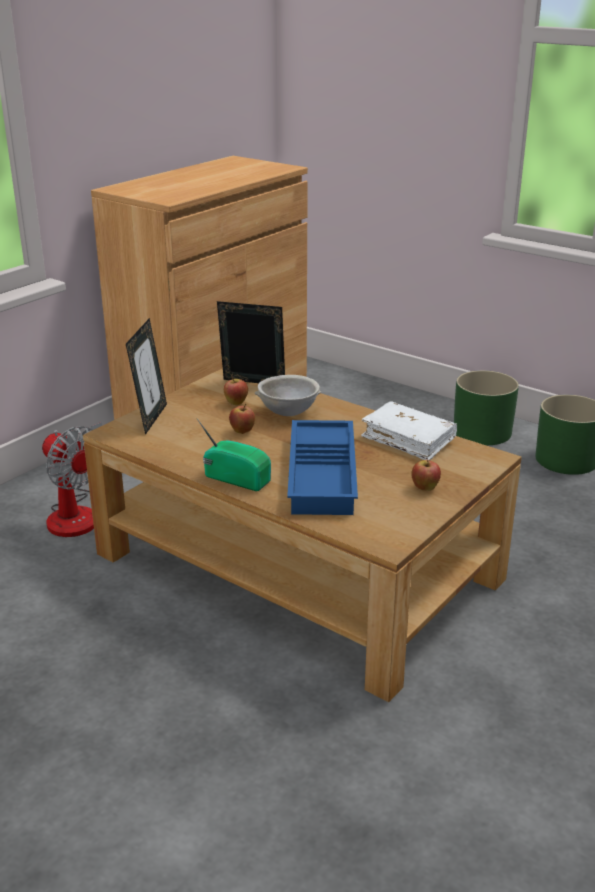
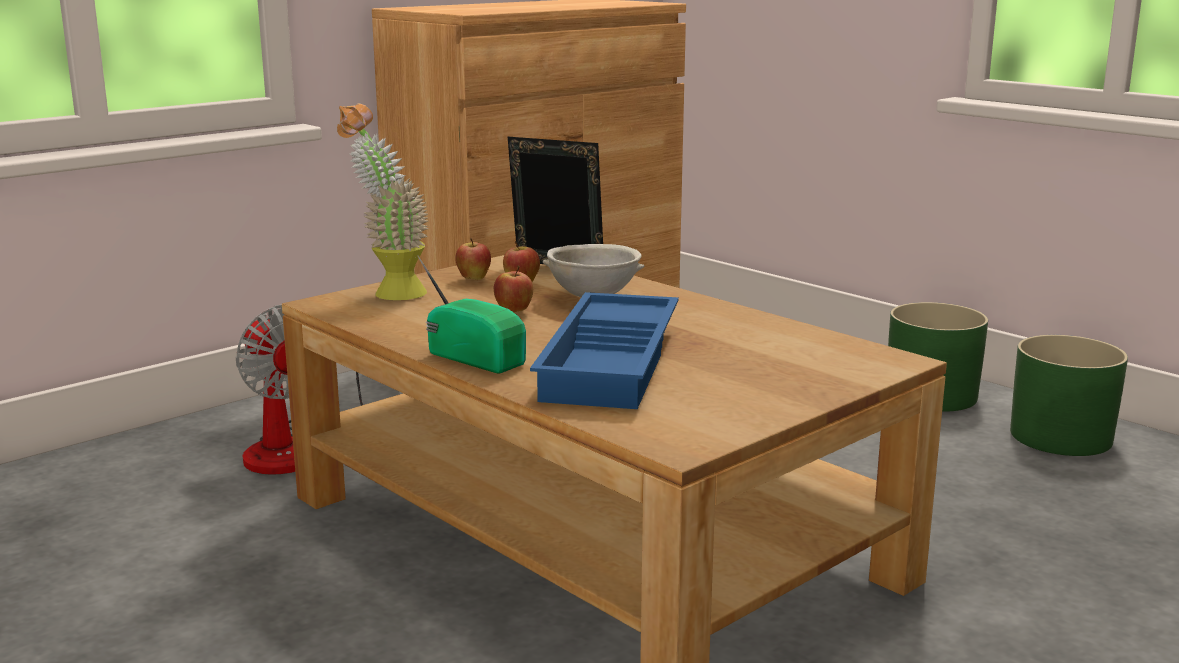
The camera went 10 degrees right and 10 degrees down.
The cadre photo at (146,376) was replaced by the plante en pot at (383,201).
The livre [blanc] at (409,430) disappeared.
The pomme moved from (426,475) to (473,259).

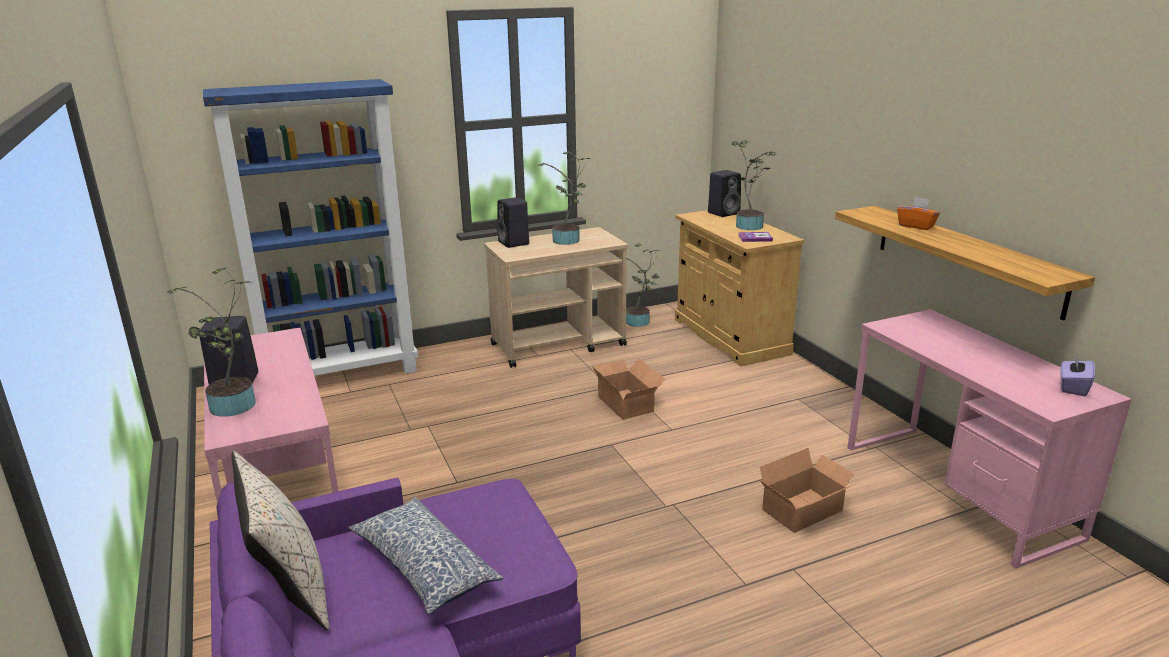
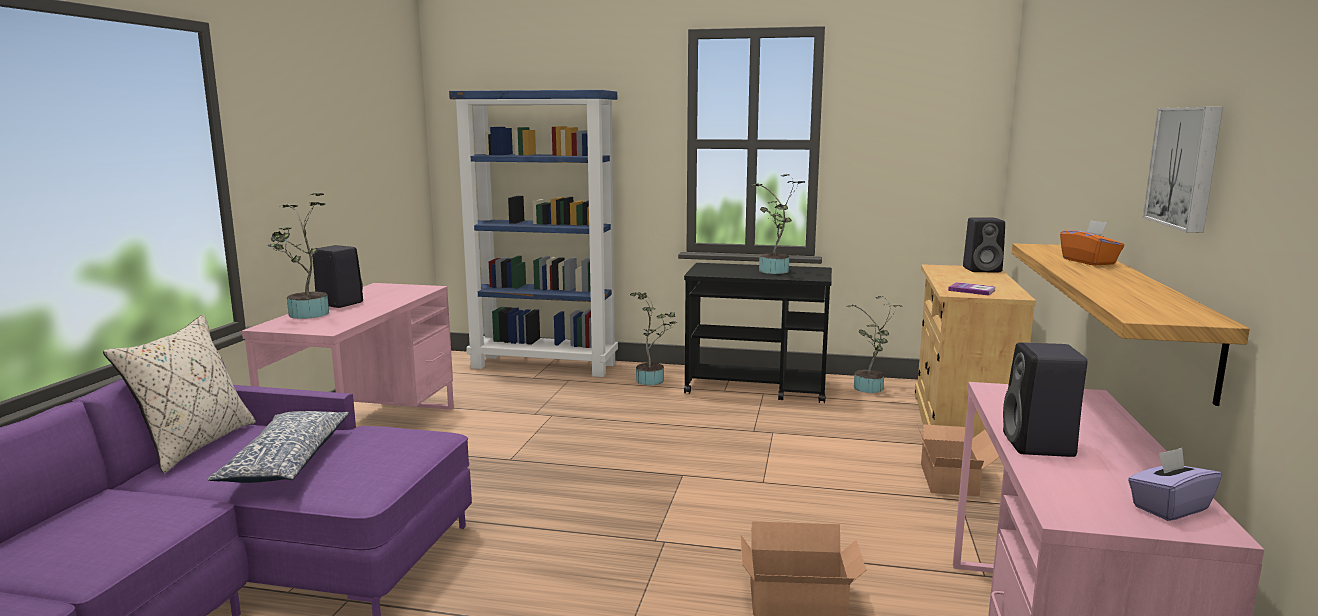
The camera went 35 degrees right and 10 degrees down.
The chariot [beige] at (556,297) became the chariot [noir] at (758,333).
The enceinte [noir] moved from (513,222) to (1045,399).
The carton moved from (628,389) to (957,458).
The plante en pot moved from (753,185) to (654,338).
The tableau at (1183,170) appeared.

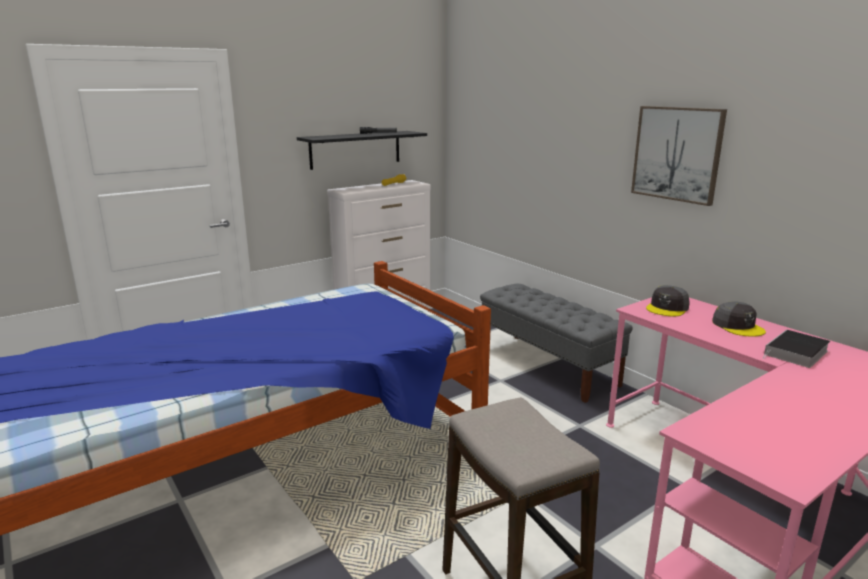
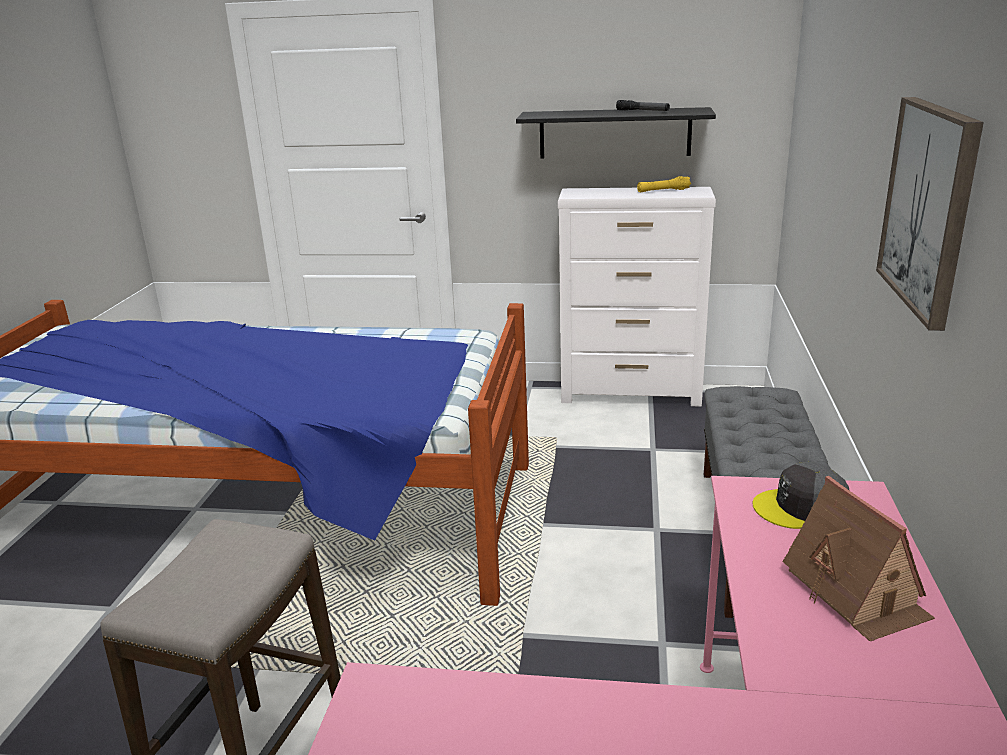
The camera went 45 degrees right and 5 degrees up.
The casquette [gris] at (739,318) was replaced by the maison miniature at (859,558).
The livre at (796,349) disappeared.

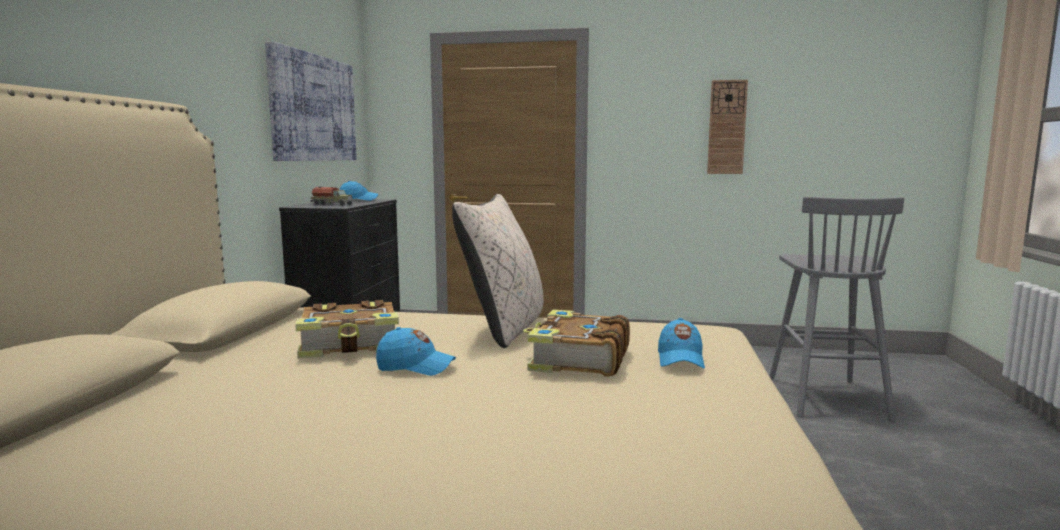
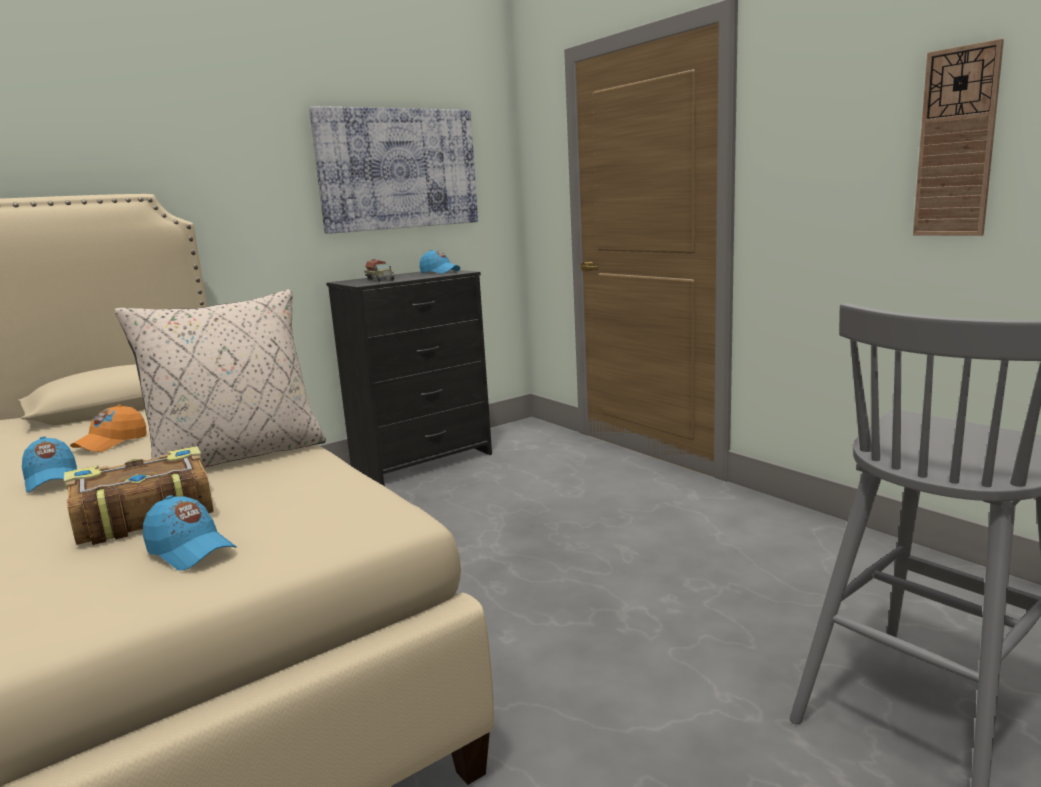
The camera went 45 degrees right and 5 degrees up.
The livre at (347,329) was replaced by the casquette [orange] at (108,428).
The casquette [bleu] at (681,343) turned 105 degrees counterclockwise.

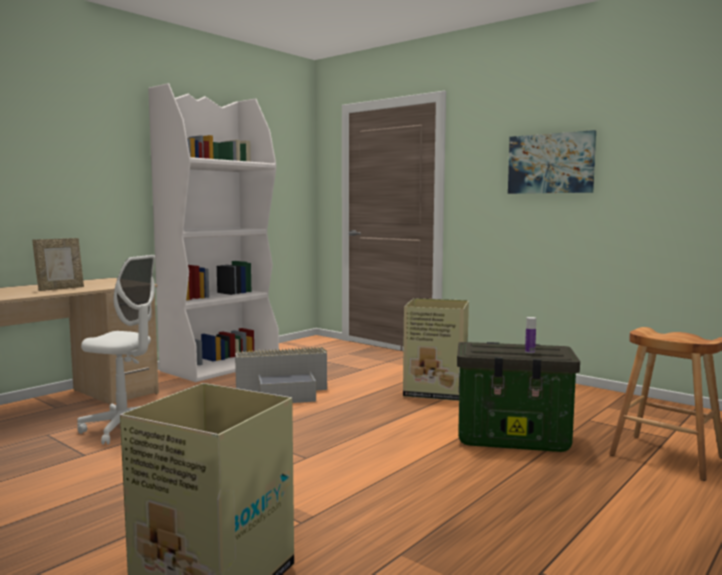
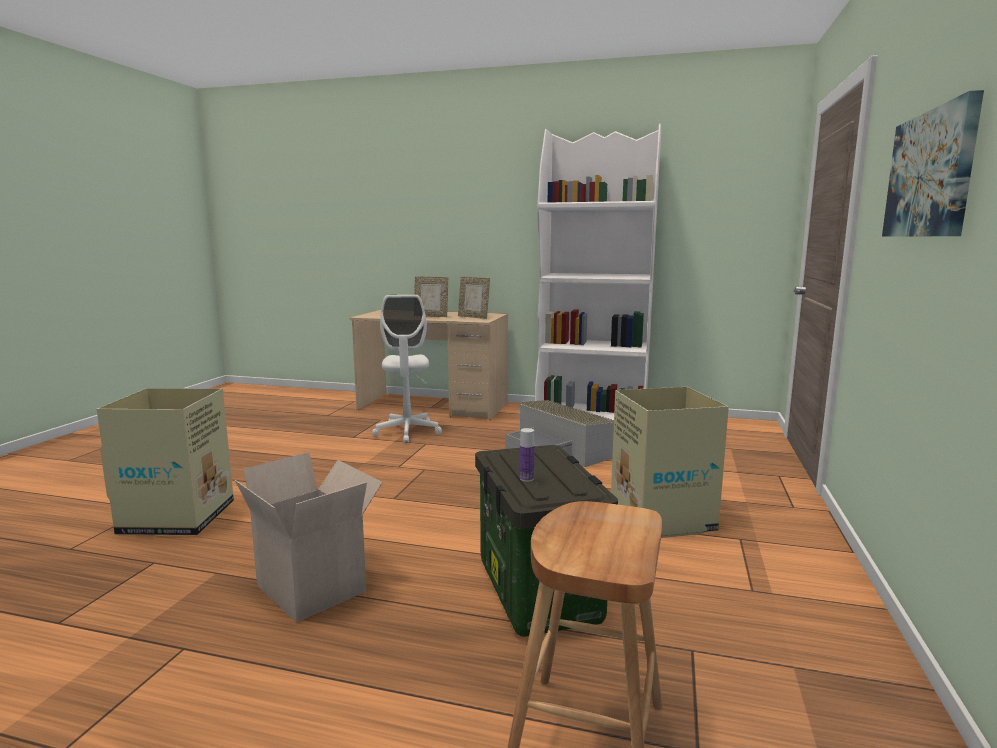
The camera went 65 degrees right and 5 degrees up.
The carton at (309,537) appeared.
The cadre photo at (474,298) appeared.

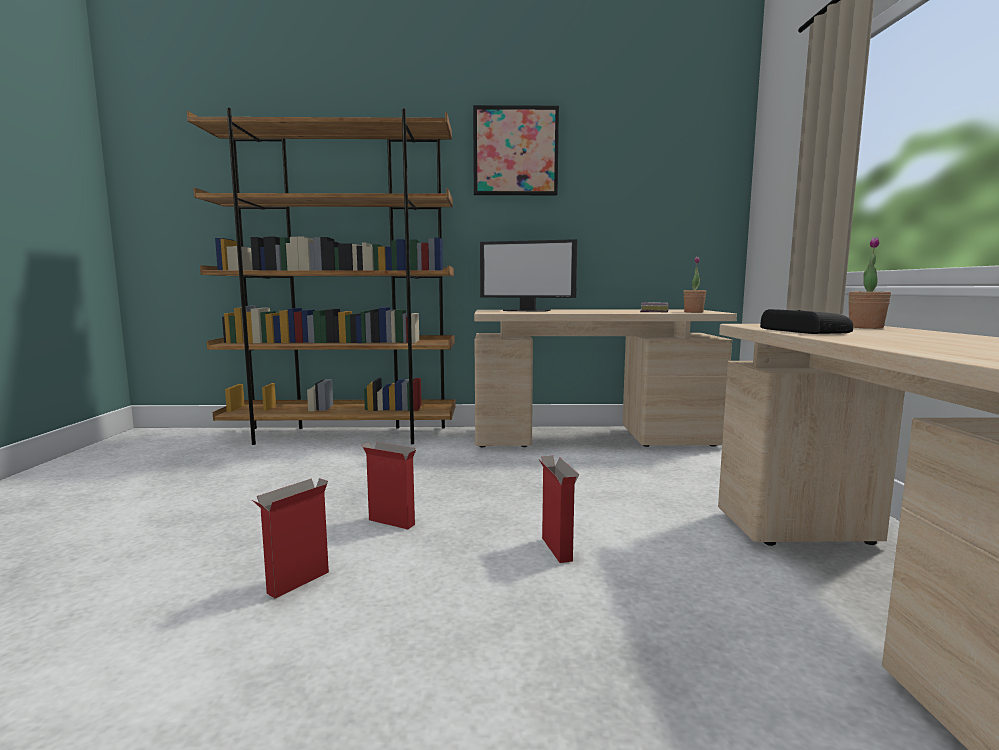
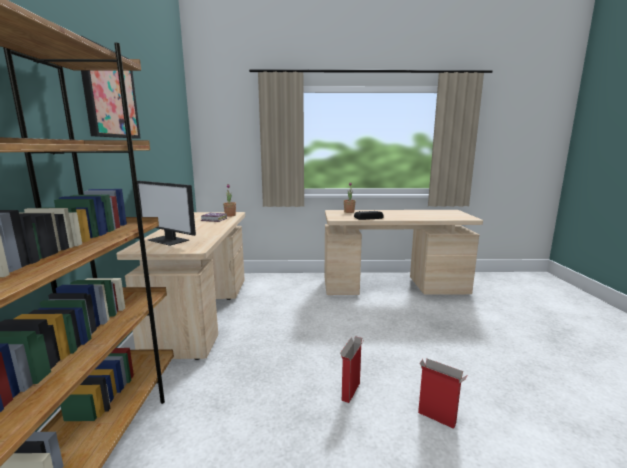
The camera went 90 degrees left and 5 degrees up.
The écran d'ordinateur at (528,275) turned 105 degrees clockwise.
The carton at (559,509) disappeared.

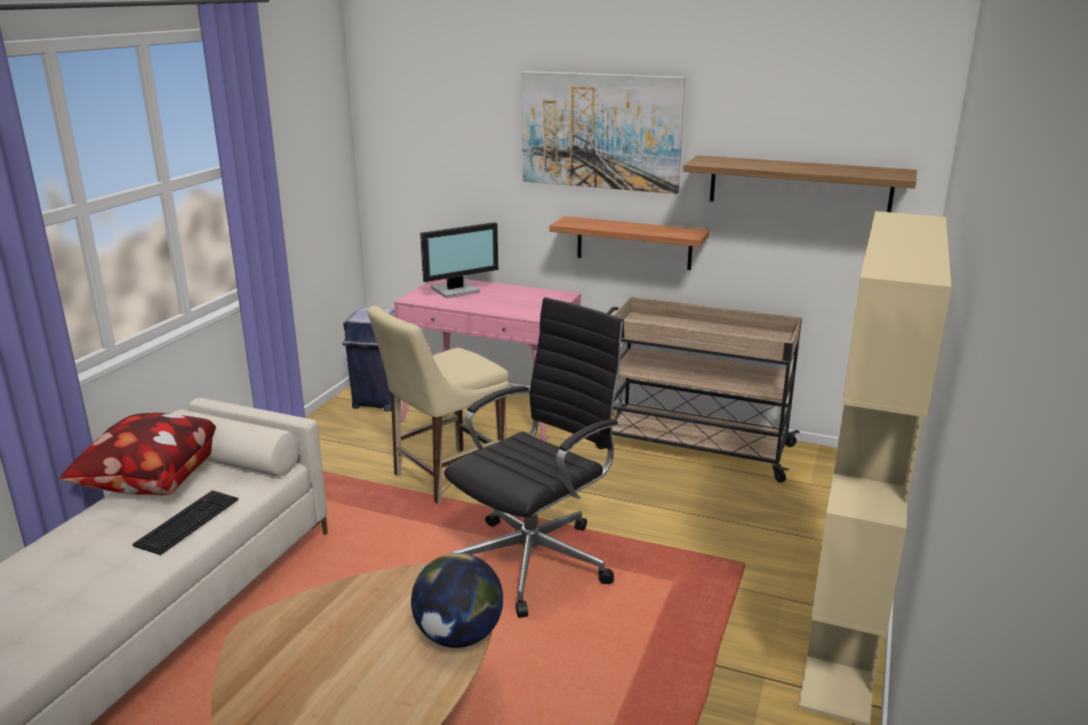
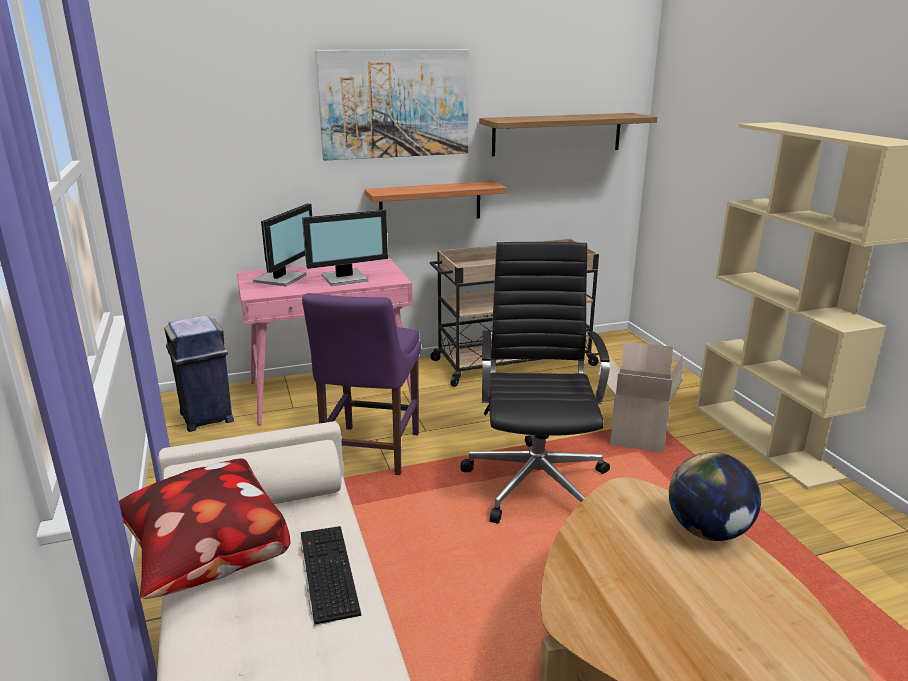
The camera went 40 degrees left and 0 degrees up.
The chaise [beige] at (438,405) became the chaise [violet] at (361,384).
The écran d'ordinateur at (345,248) appeared.
The carton at (640,397) appeared.

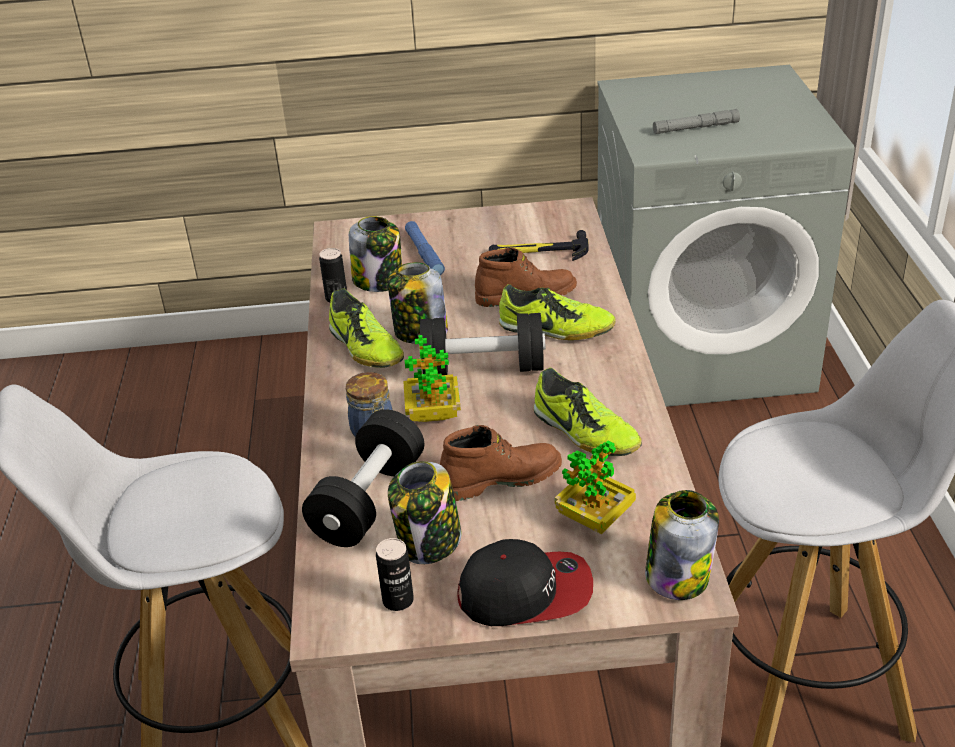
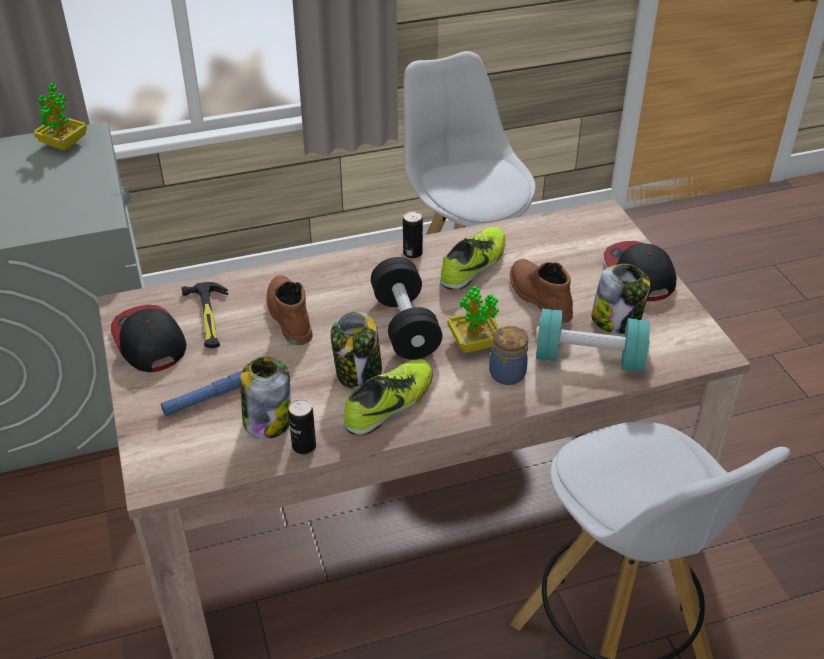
The camera went 105 degrees left and 5 degrees up.
The haltère [noir] at (363,478) became the haltère [turquoise] at (592,340).
The boîte métallique moved from (395,574) to (413,235).
The chaussure at (557,312) disappeared.
The plante en pot moved from (595,487) to (60,116).
The bocal at (682,545) disappeared.
The lampe de poche [gris] at (696,121) disappeared.
The casquette at (148,338) appeared.

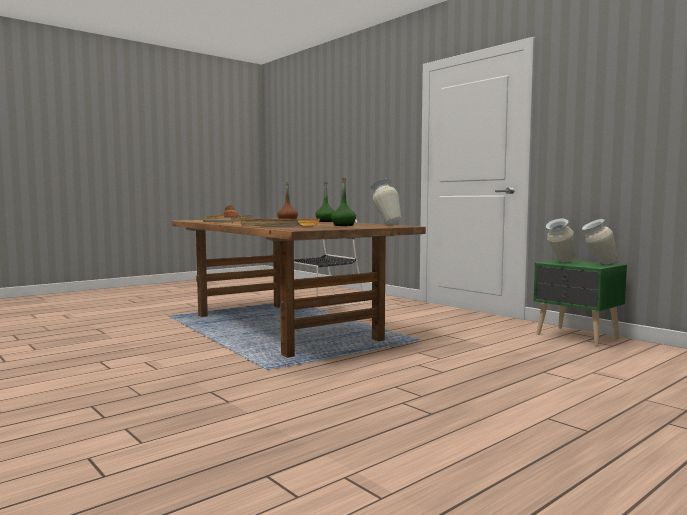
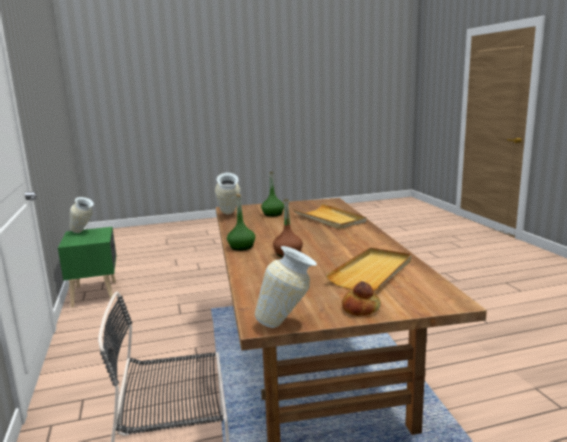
The camera went 155 degrees left and 10 degrees up.
The vase moved from (560,240) to (286,287).

